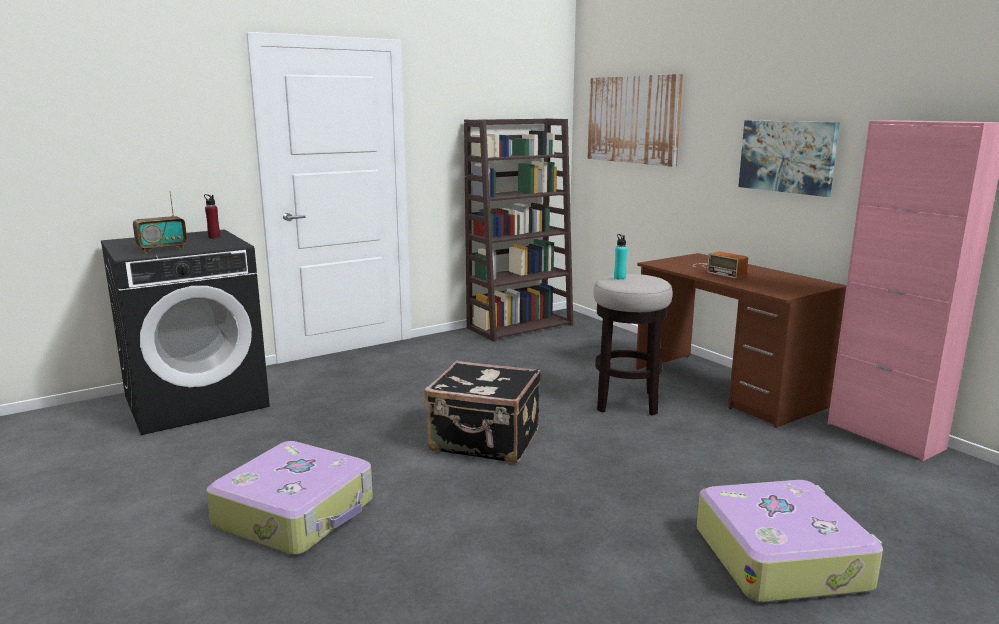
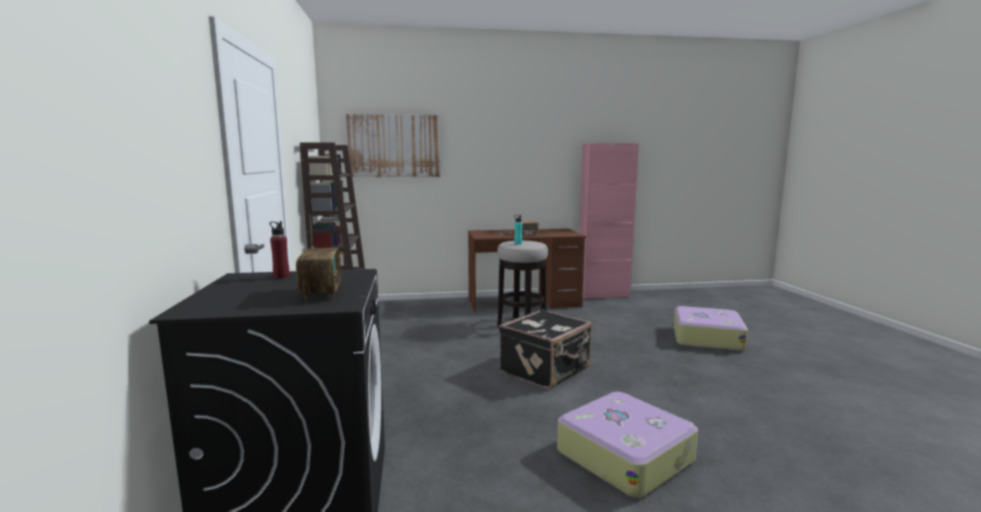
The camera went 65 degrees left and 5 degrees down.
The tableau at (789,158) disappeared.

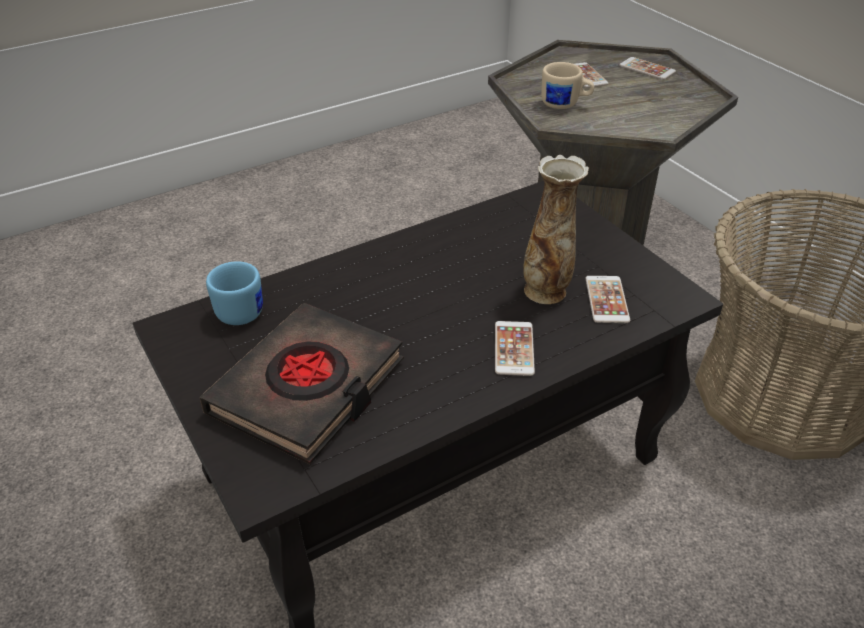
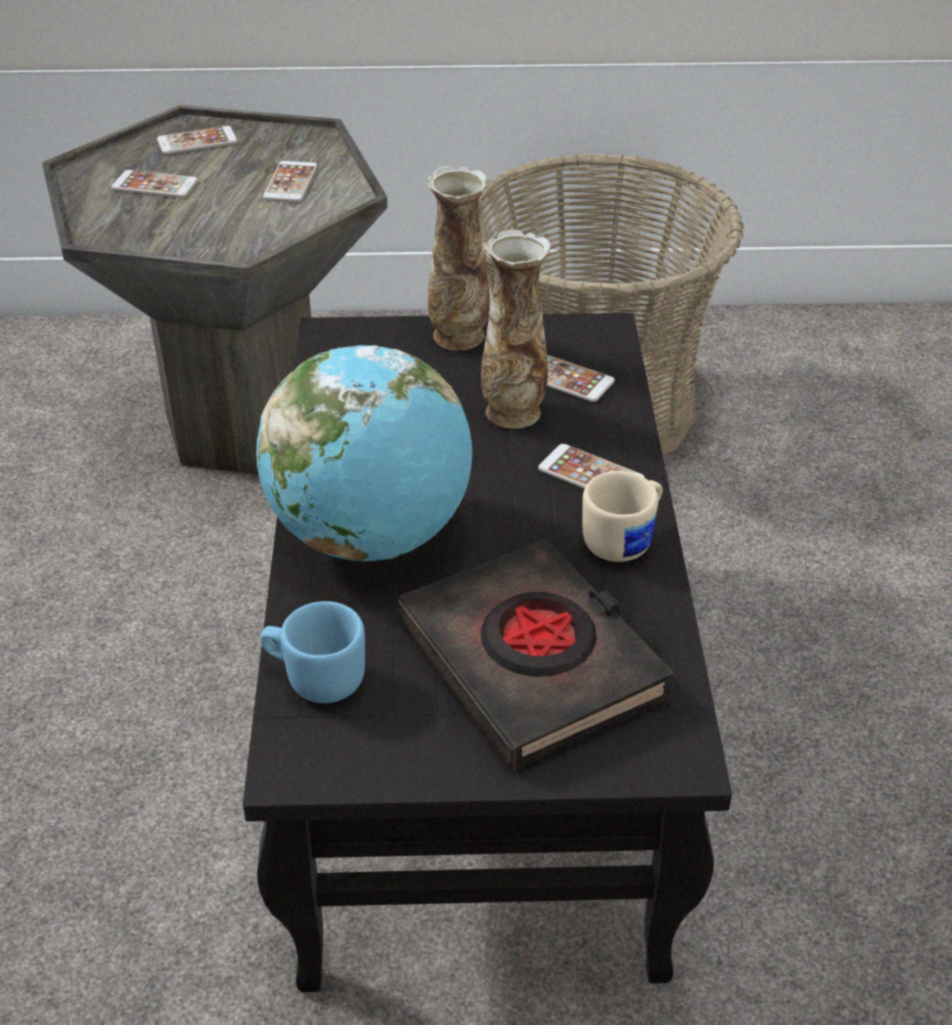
The camera went 60 degrees left and 0 degrees up.
The mug [beige] moved from (567,85) to (623,516).
The globe at (364,453) appeared.
The téléphone at (290,181) appeared.
The vase at (459,258) appeared.

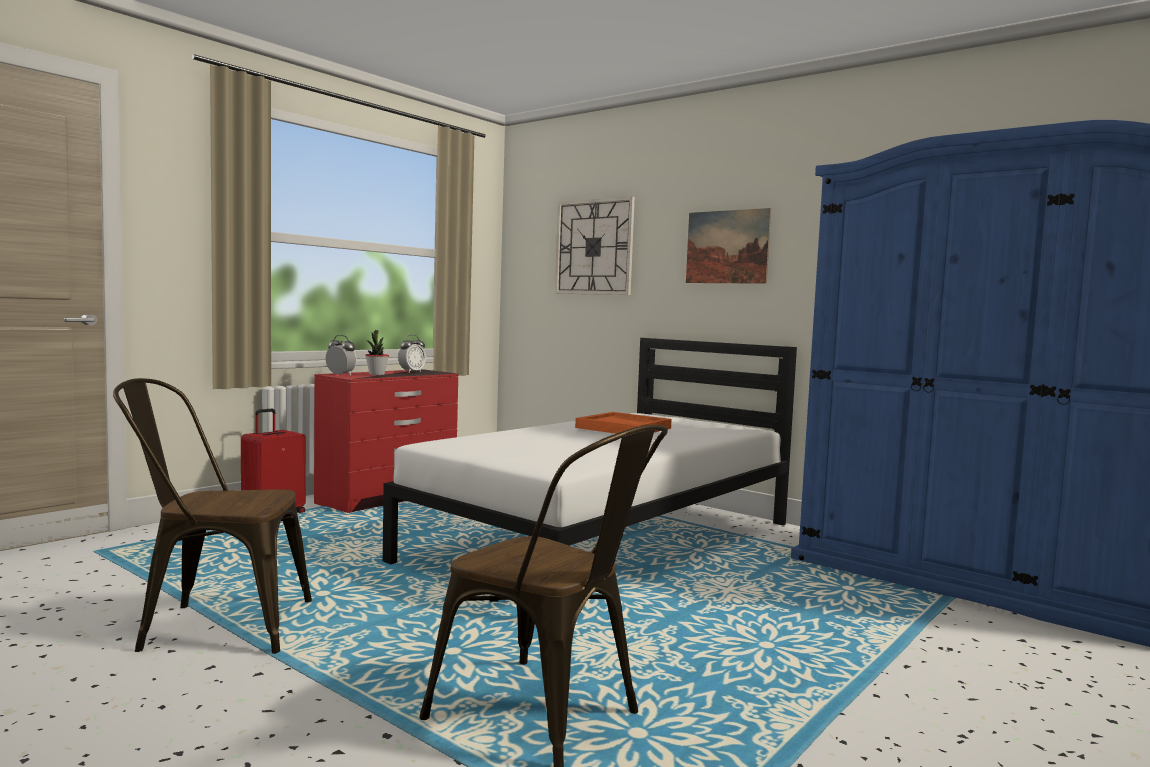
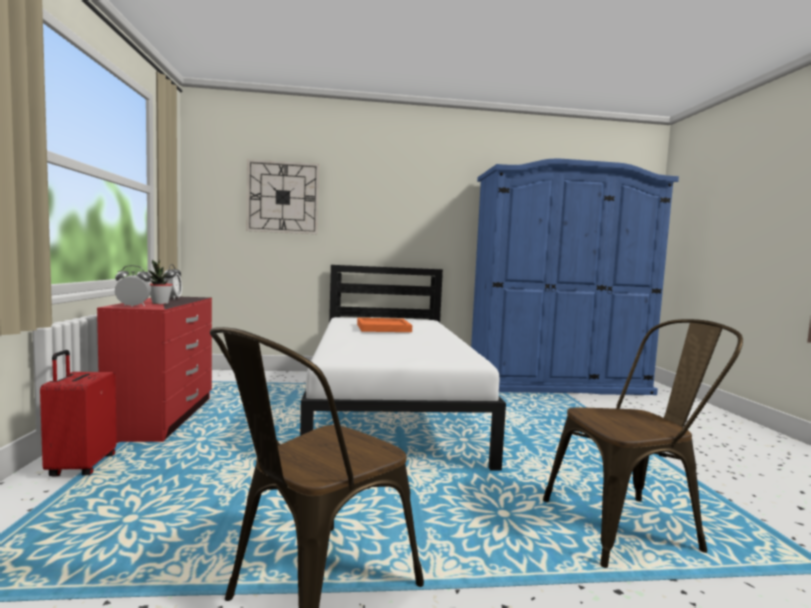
The camera went 45 degrees left and 0 degrees up.
The tableau at (728,246) disappeared.

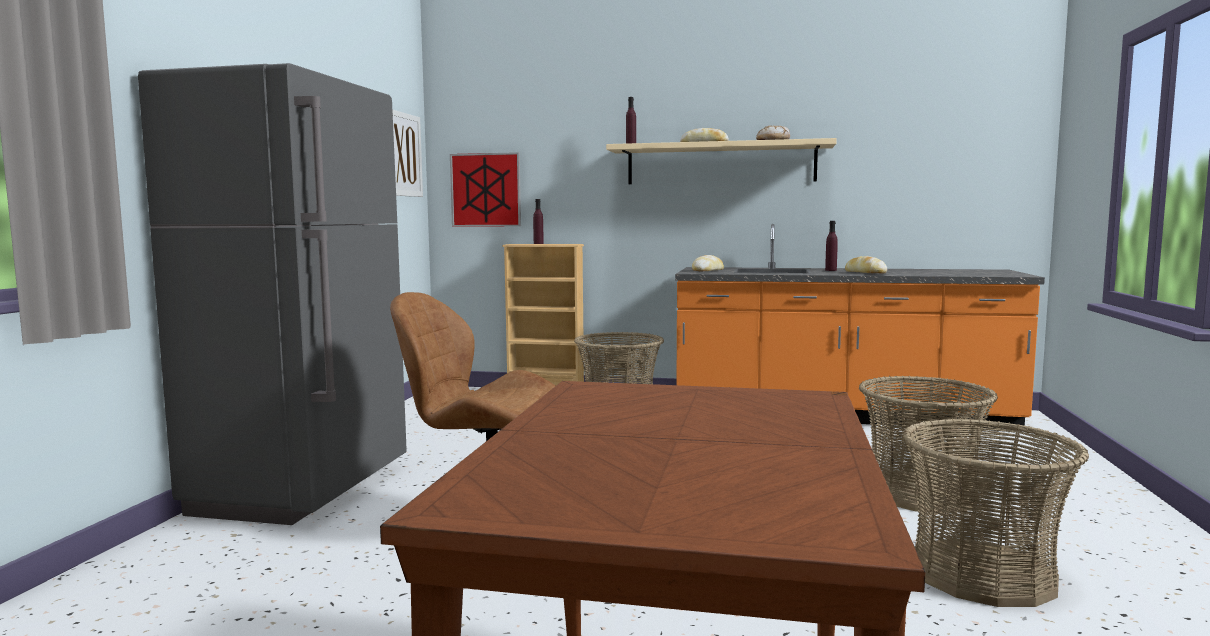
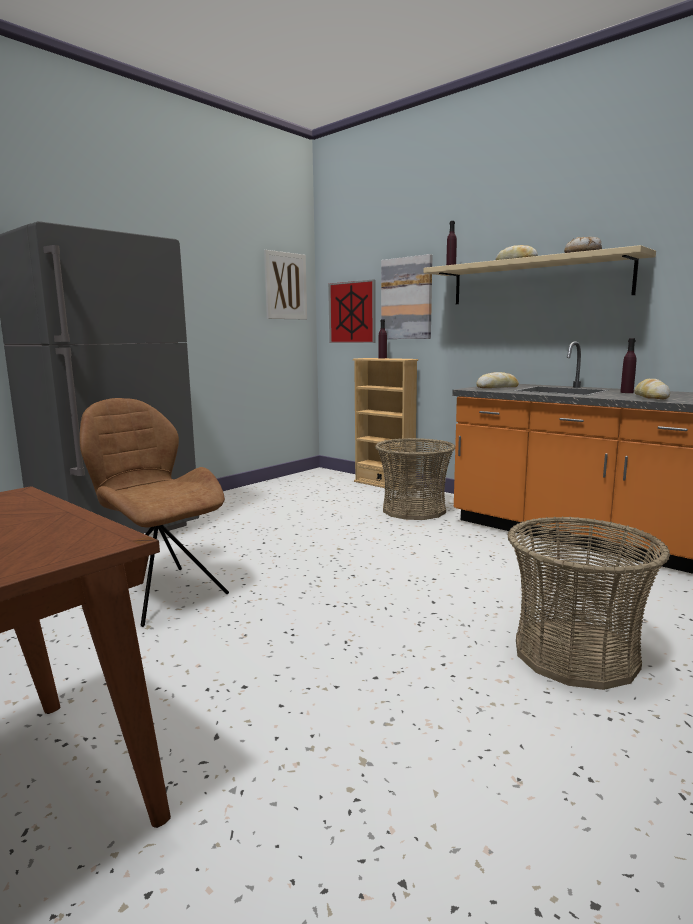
The camera went 30 degrees right and 5 degrees up.
The panier at (995,513) disappeared.
The tableau at (406,296) appeared.

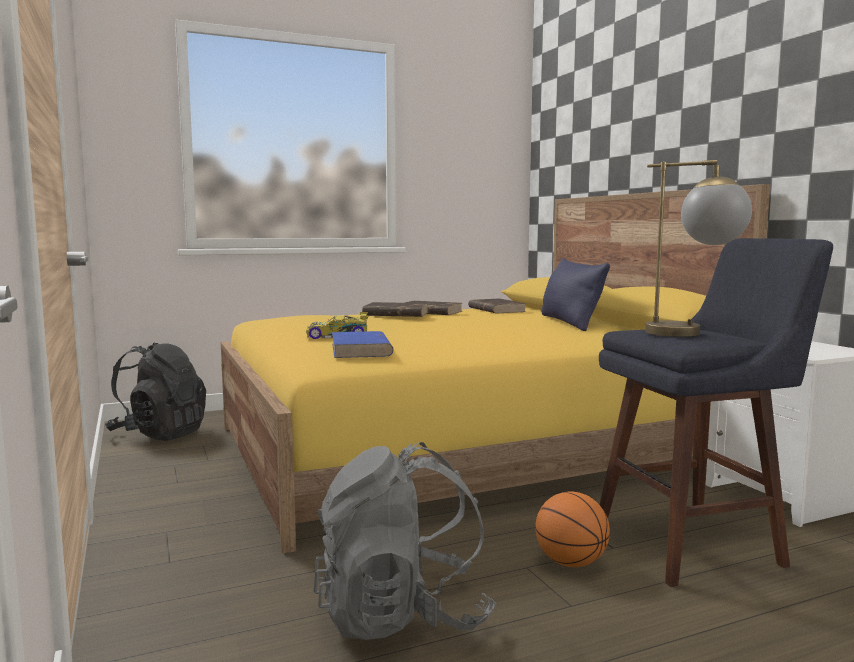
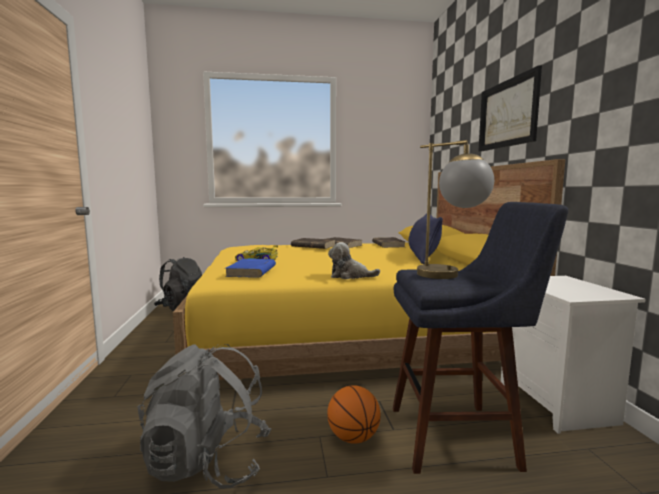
The camera went 15 degrees right and 0 degrees up.
The peluche at (354,260) appeared.
The tableau at (510,108) appeared.

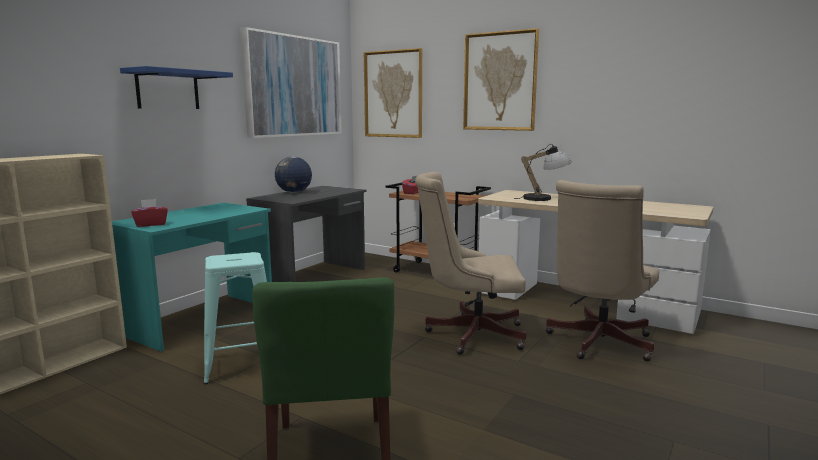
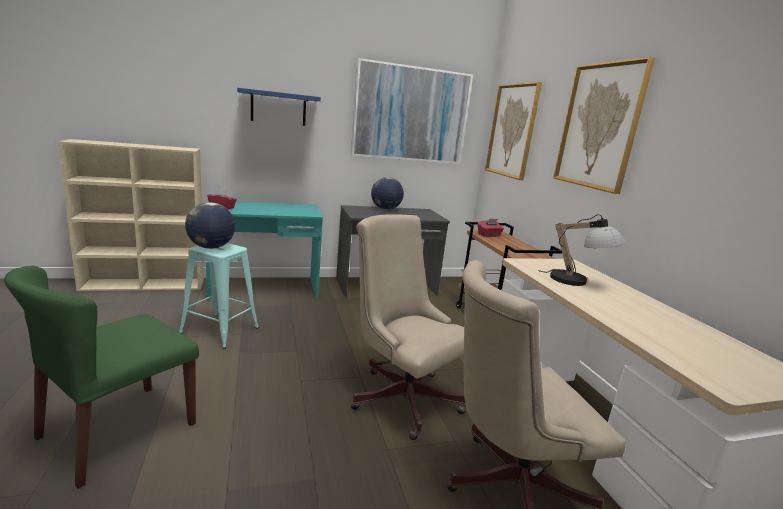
The camera went 40 degrees right and 5 degrees up.
The globe at (210,225) appeared.

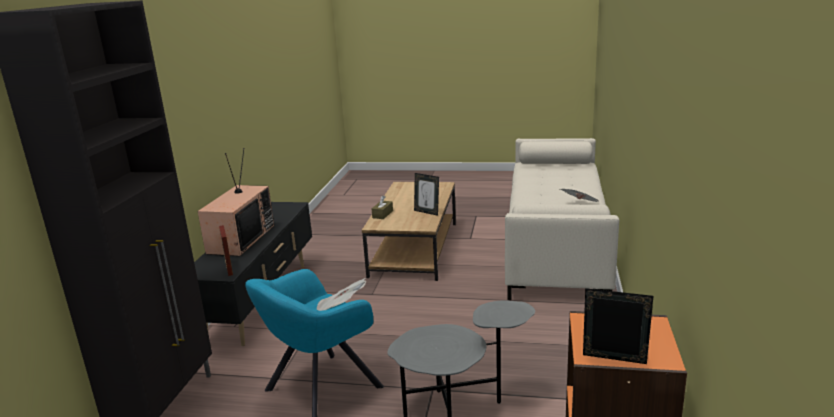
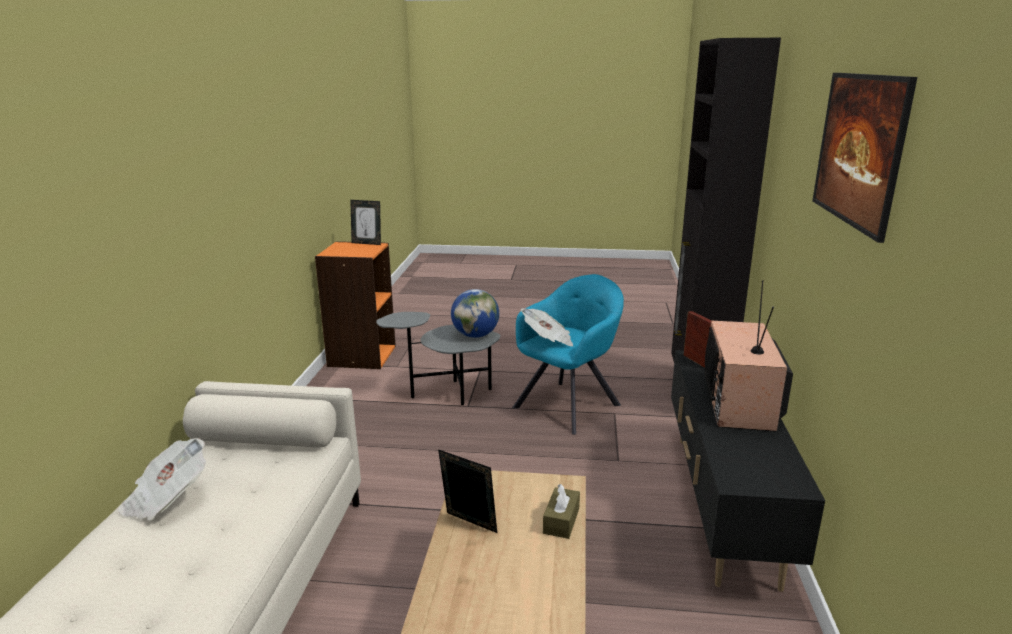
The camera went 175 degrees right and 0 degrees up.
The globe at (475,313) appeared.
The tableau at (864,158) appeared.

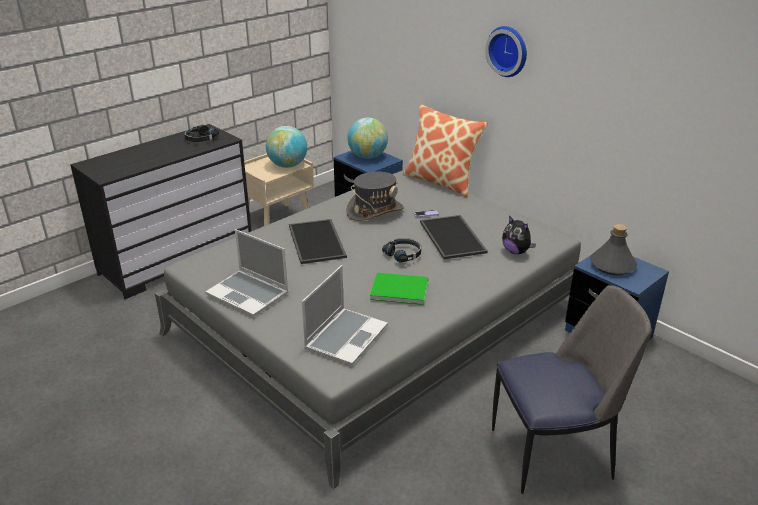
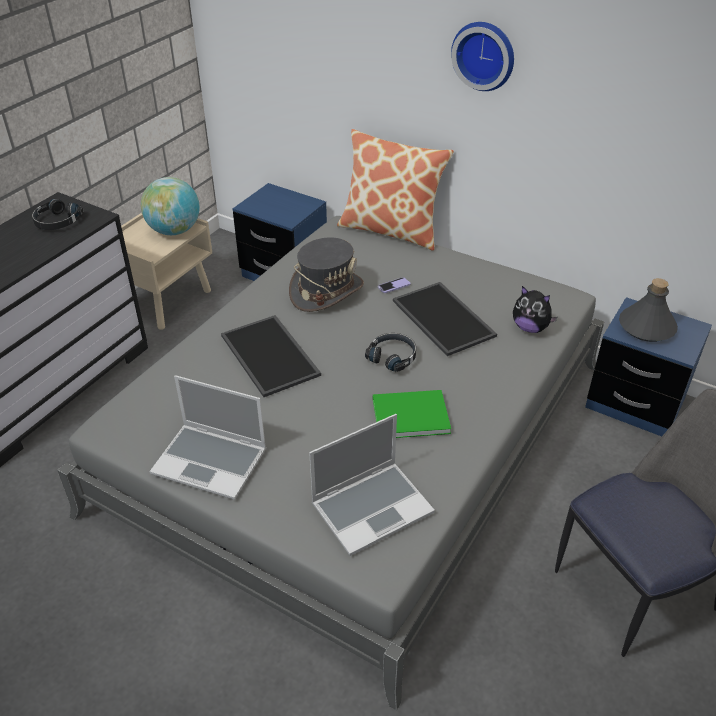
The camera went 15 degrees left and 10 degrees up.
The ordinateur portable at (345,315) turned 45 degrees clockwise.
The globe at (367,138) disappeared.

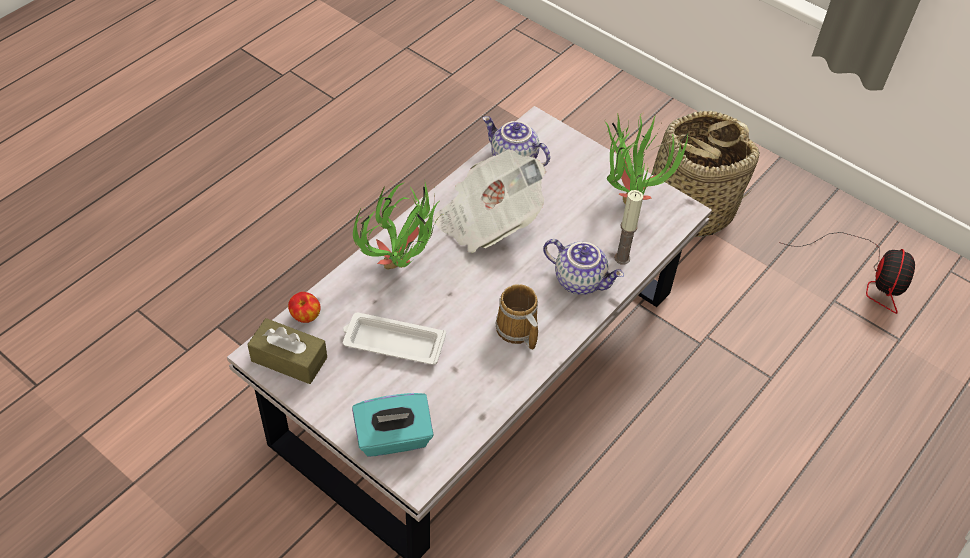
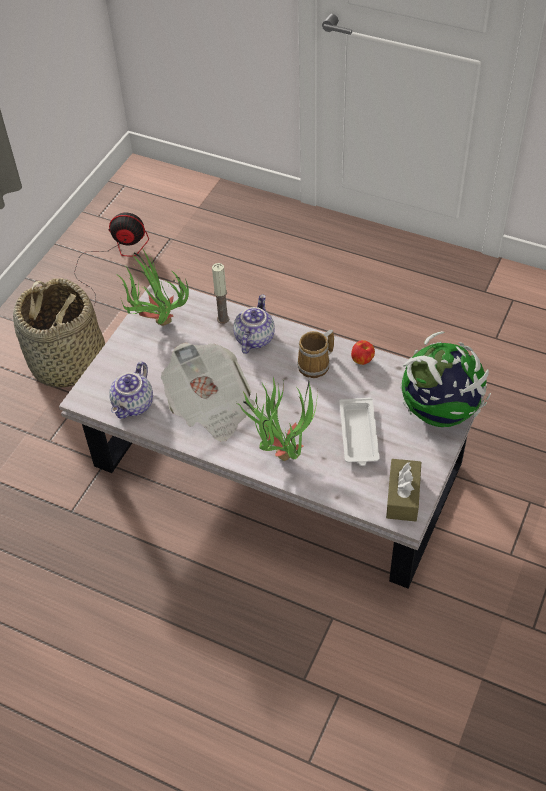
The camera went 100 degrees left and 0 degrees up.
The pomme moved from (304,307) to (363,352).
The boîte à mouchoirs [turquoise] at (392,425) was replaced by the globe at (445,379).

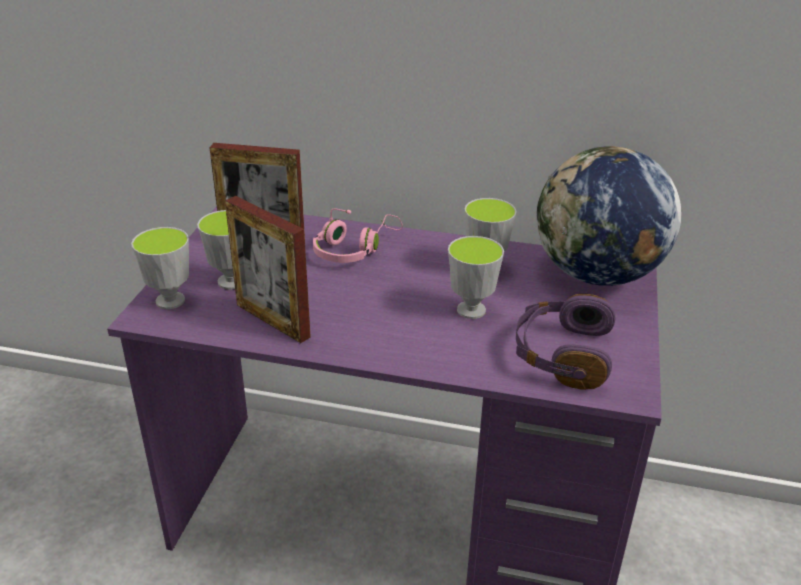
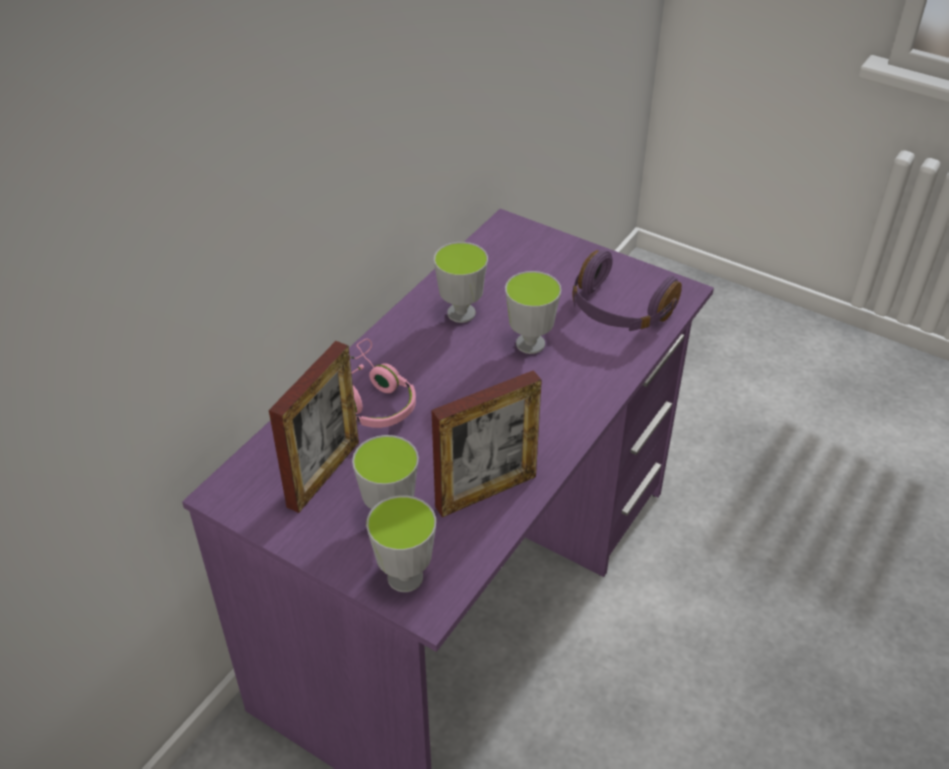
The camera went 70 degrees left and 10 degrees up.
The globe at (608,216) disappeared.

